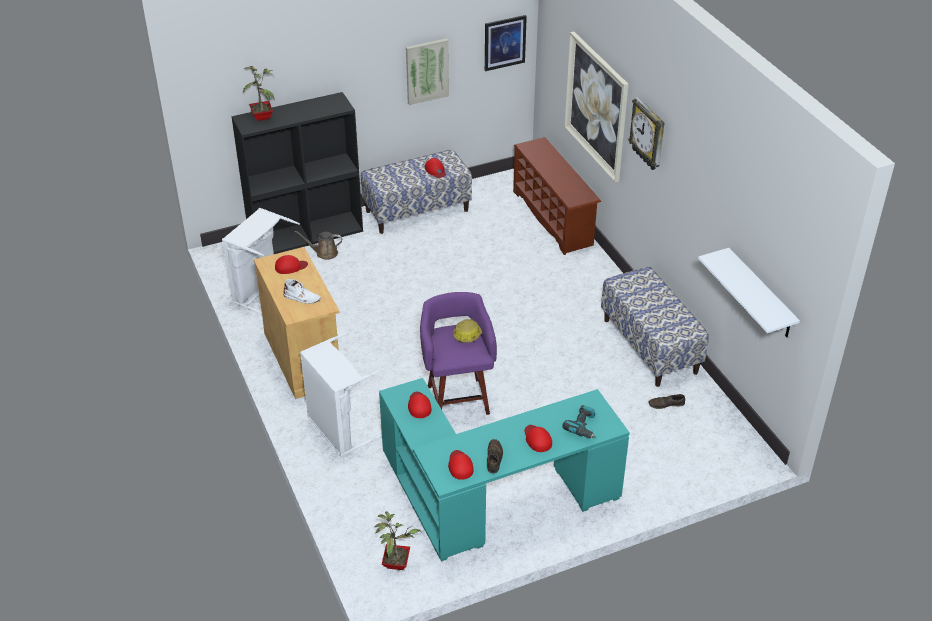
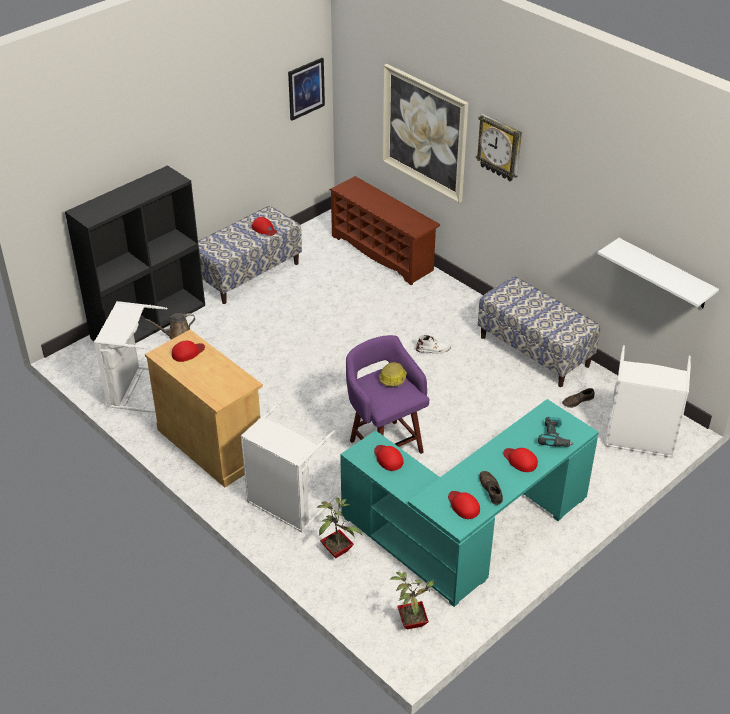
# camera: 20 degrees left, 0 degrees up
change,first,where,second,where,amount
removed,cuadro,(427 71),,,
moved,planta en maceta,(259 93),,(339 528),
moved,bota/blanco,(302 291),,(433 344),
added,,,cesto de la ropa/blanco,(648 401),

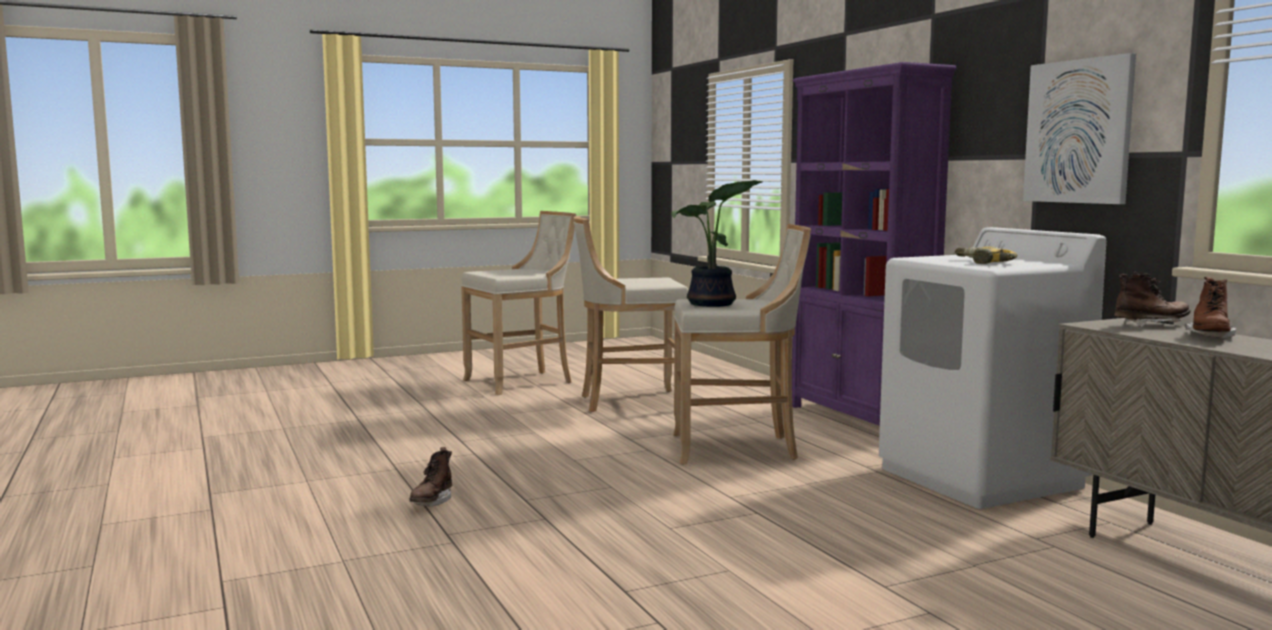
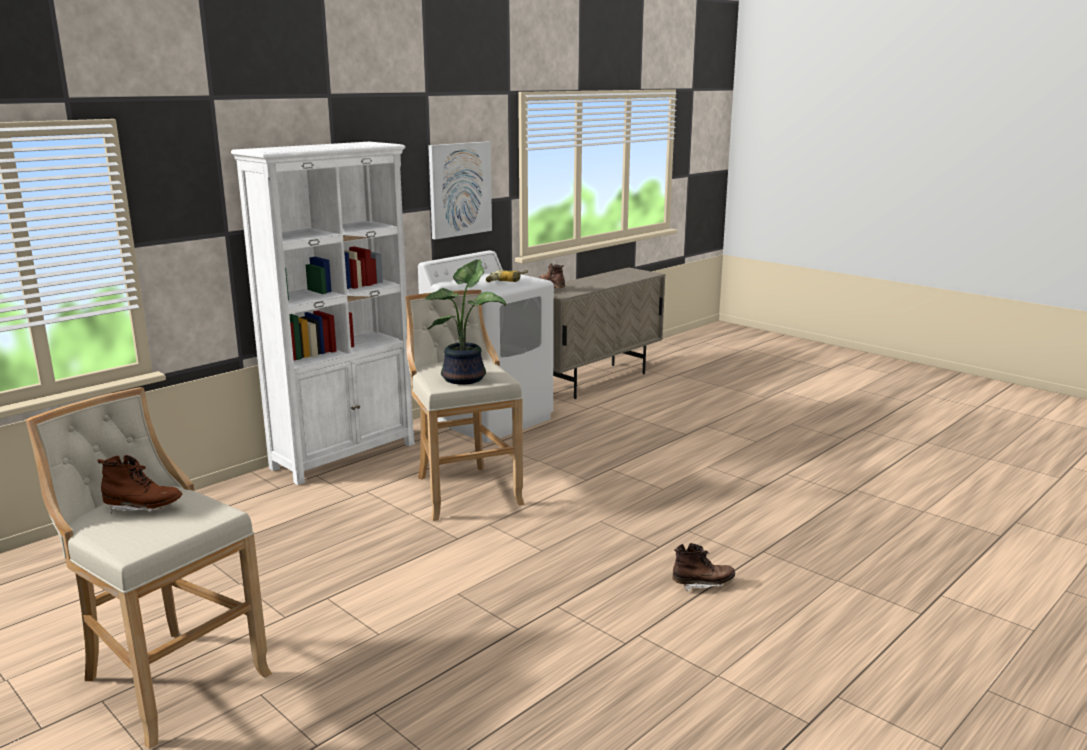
# camera: 110 degrees left, 10 degrees up
change,first,where,second,where,amount
recoloured,estantería/morado,(874 244),estantería/blanco,(323 313),
removed,taburete/beis,(630 314),,,
moved,bota/marrón,(1210 307),,(140 484),

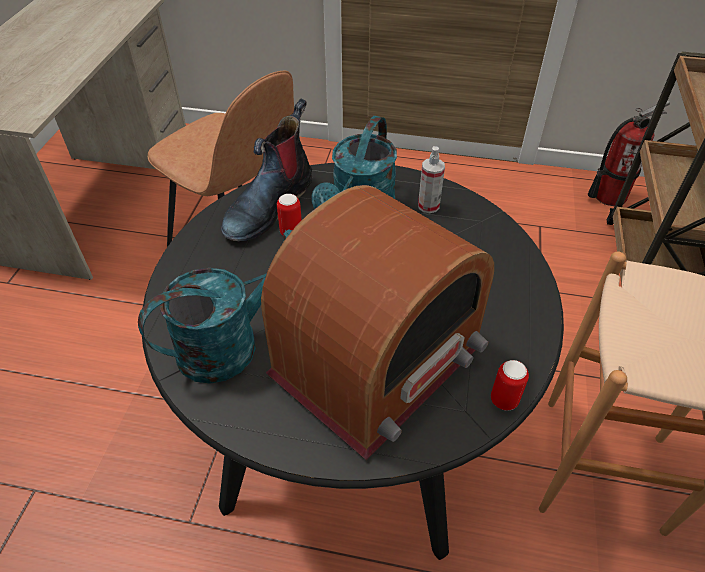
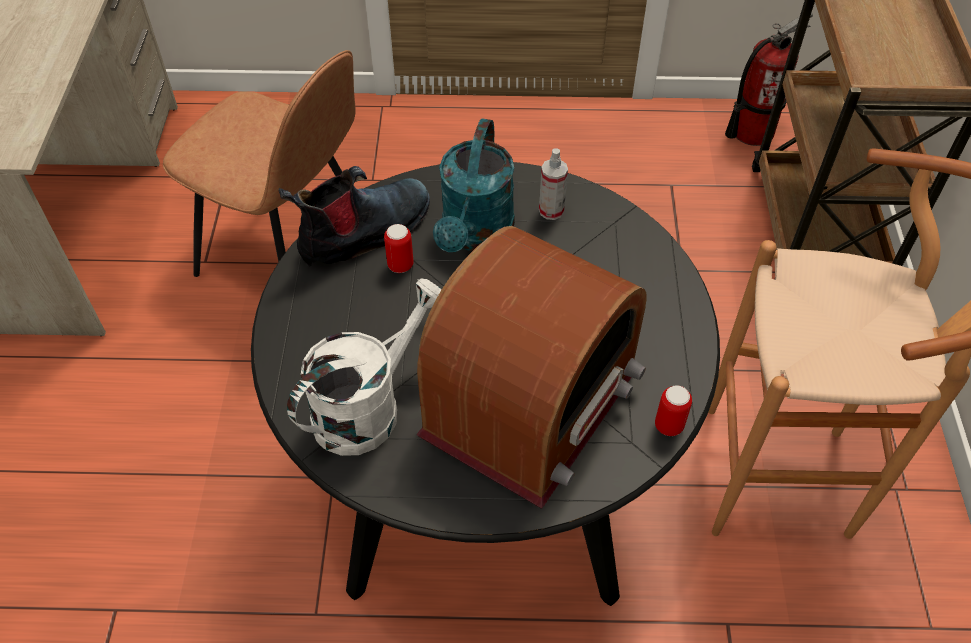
# camera: 10 degrees left, 5 degrees up
change,first,where,second,where,amount
turned,bota,(266 169),,(354 216),150 degrees counterclockwise
recoloured,regadera/turquesa,(215 306),regadera/blanco,(364 367),

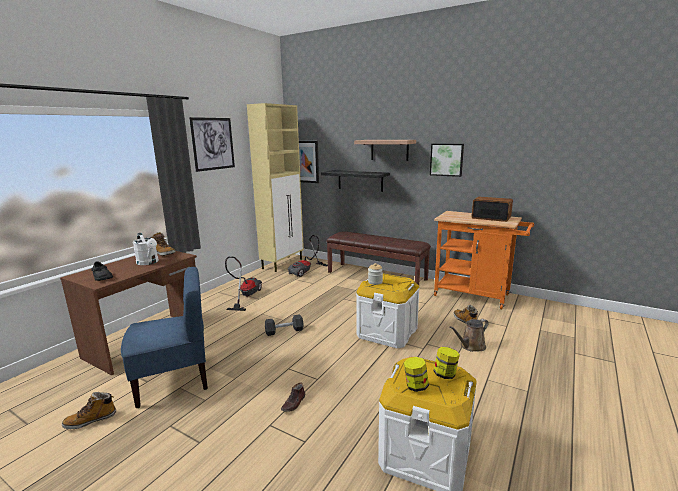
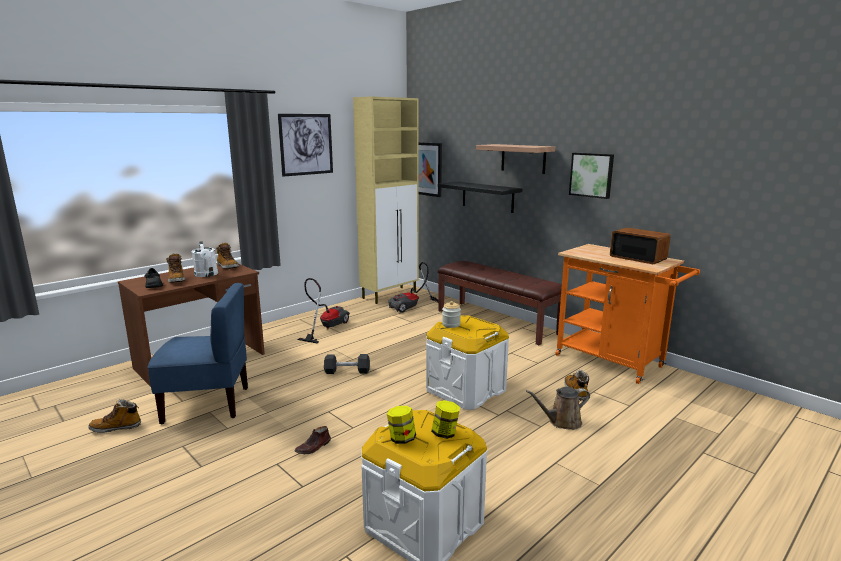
# camera: 15 degrees right, 0 degrees up
change,first,where,second,where,amount
added,,,bota,(175 268),

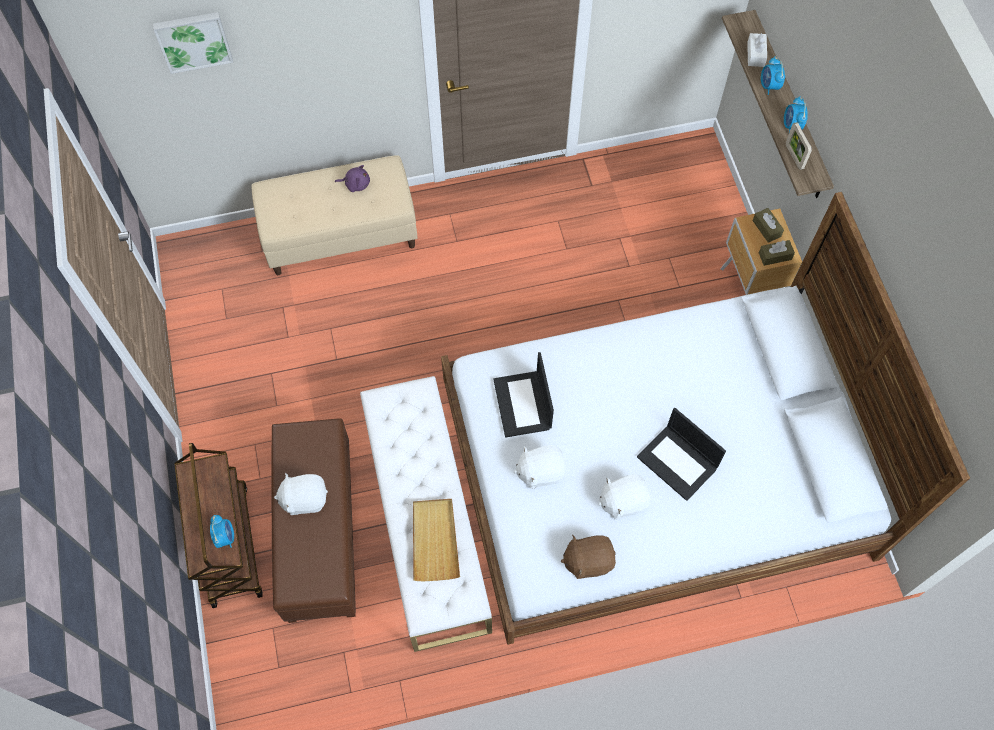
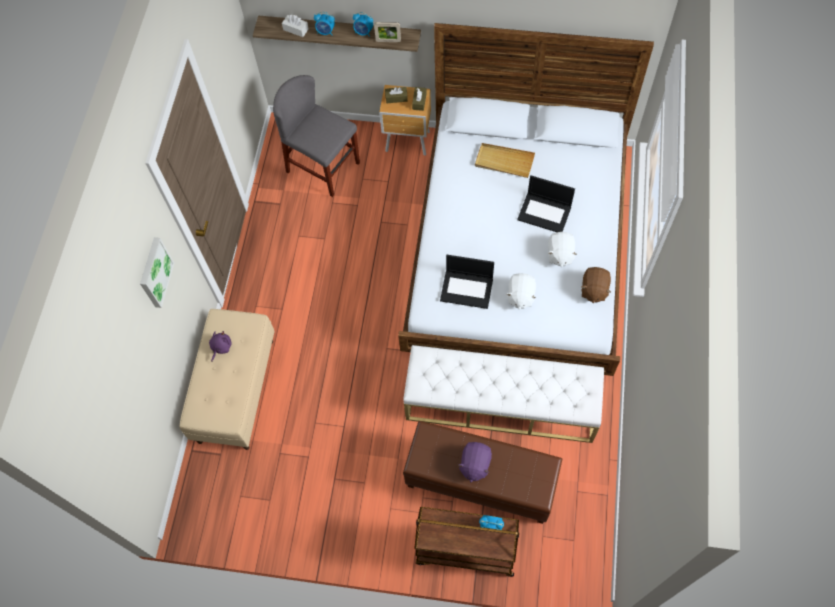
# camera: 65 degrees left, 0 degrees up
change,first,where,second,where,amount
moved,cuadro,(193 43),,(157 272),
turned,portátil,(681 454),,(546 203),45 degrees clockwise
recoloured,peluche/blanco,(301 494),peluche/morado,(475 462),
moved,bandeja/beis,(436 540),,(505 160),
added,,,silla/gris,(316 136),

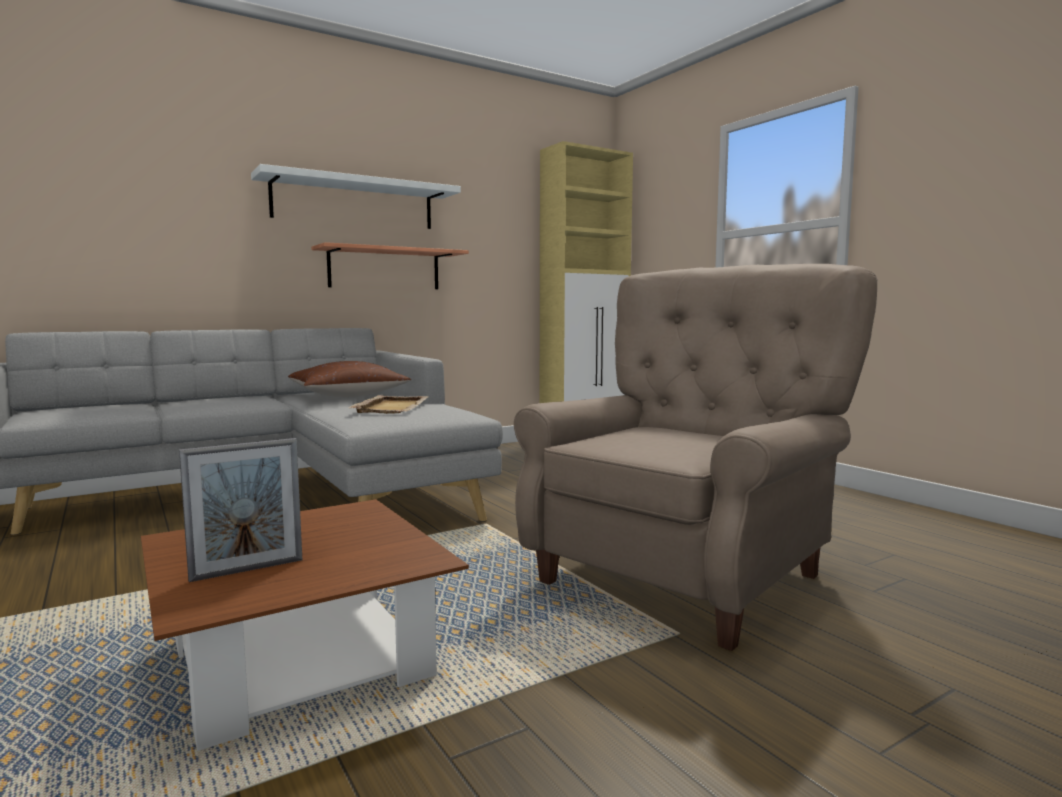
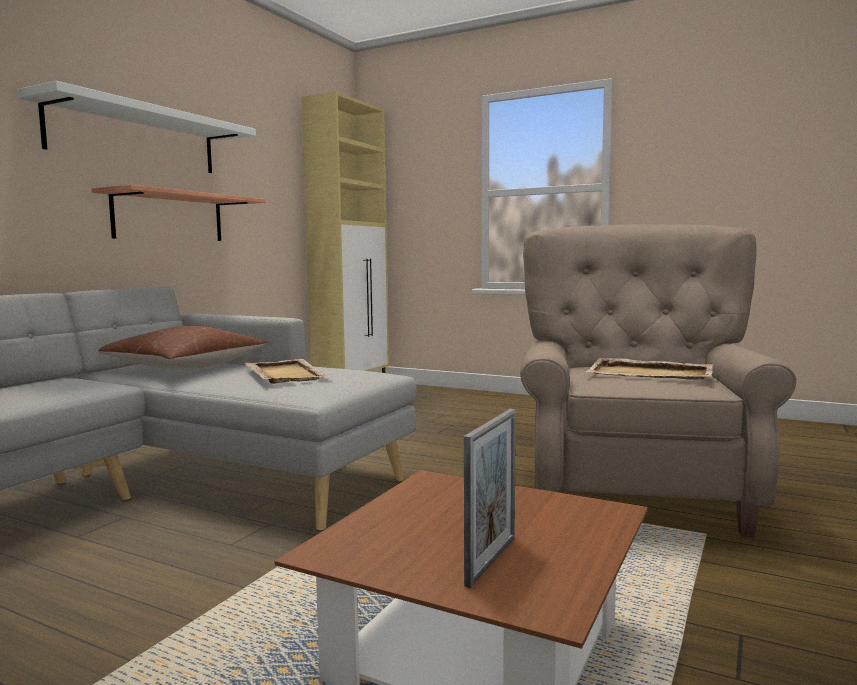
# camera: 30 degrees left, 0 degrees up
change,first,where,second,where,amount
added,,,bandeja/beis,(649 369),

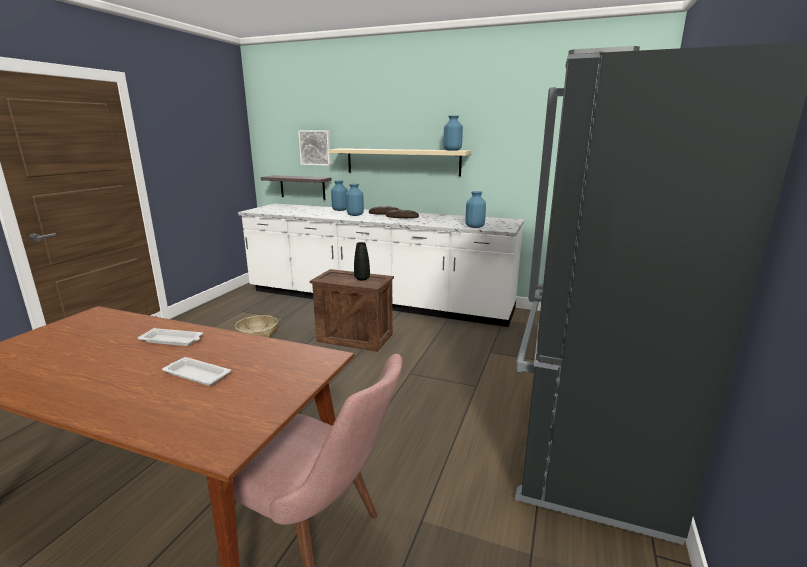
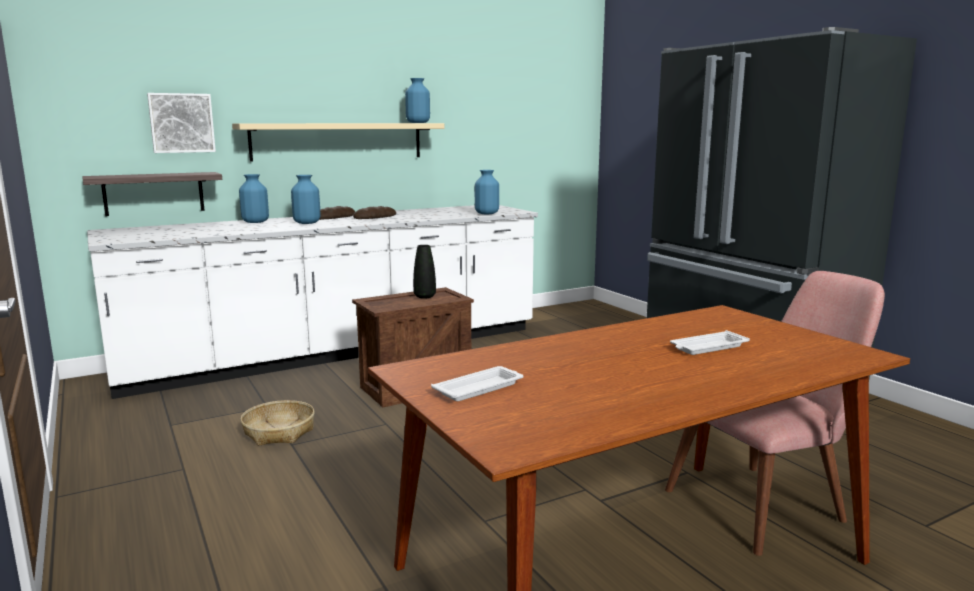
# camera: 50 degrees left, 5 degrees down
change,first,where,second,where,amount
moved,bandeja/blanco,(170 337),,(477 383),

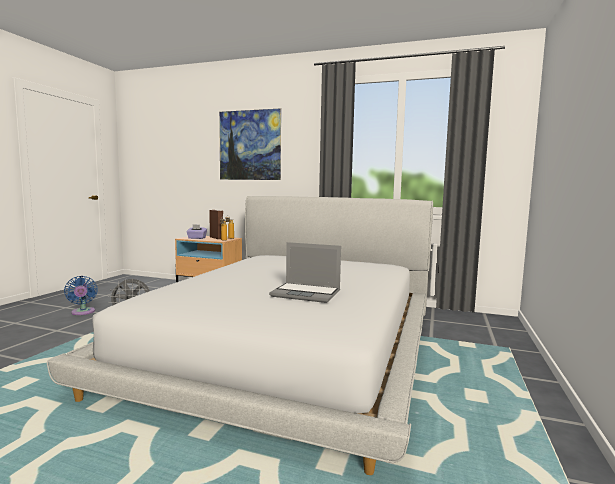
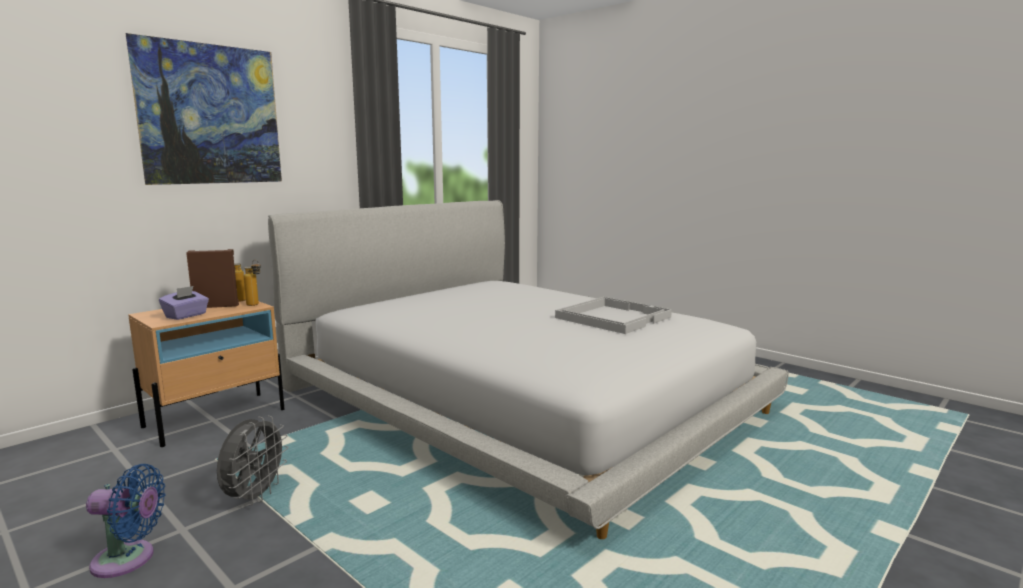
# camera: 65 degrees left, 5 degrees up
change,first,where,second,where,amount
replaced,portátil,(305 272),bandeja/blanco,(613 315),

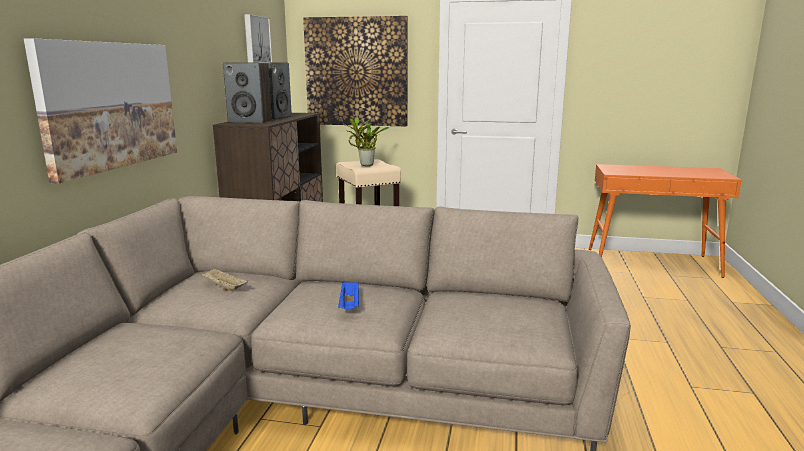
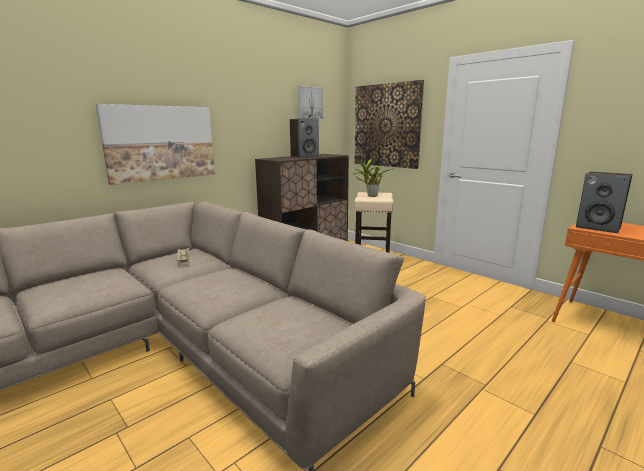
# camera: 35 degrees right, 0 degrees up
change,first,where,second,where,amount
moved,altavoz,(247 93),,(604 202),
removed,bandeja/azul,(348 295),,,

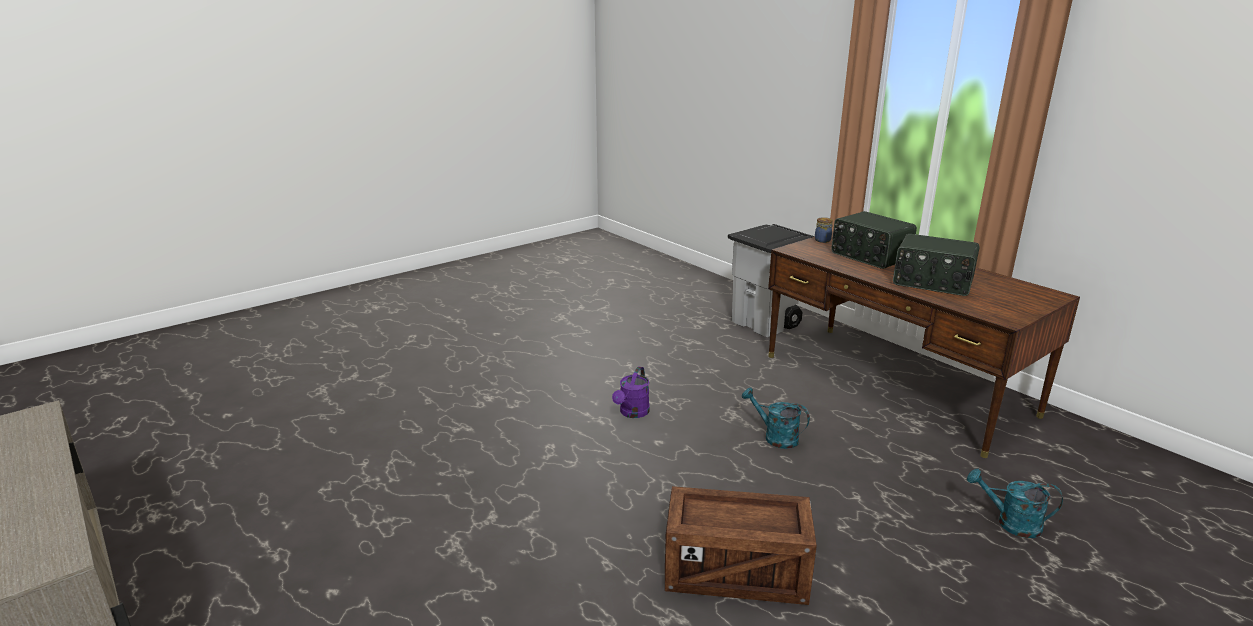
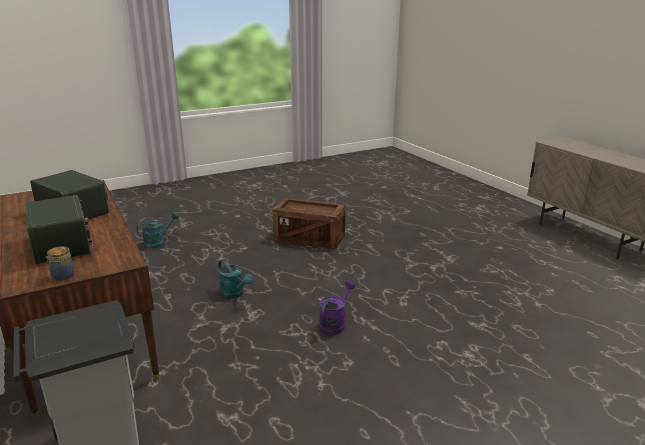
# camera: 170 degrees left, 0 degrees up
change,first,where,second,where,amount
turned,regadera/turquesa,(1015 503),,(157 230),75 degrees counterclockwise

